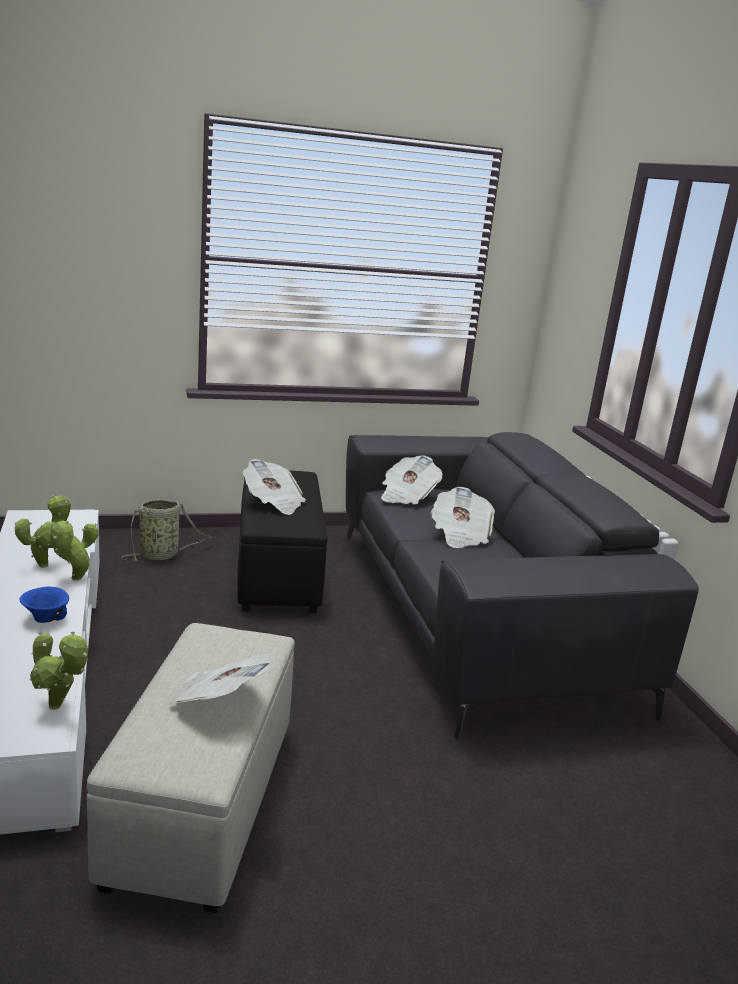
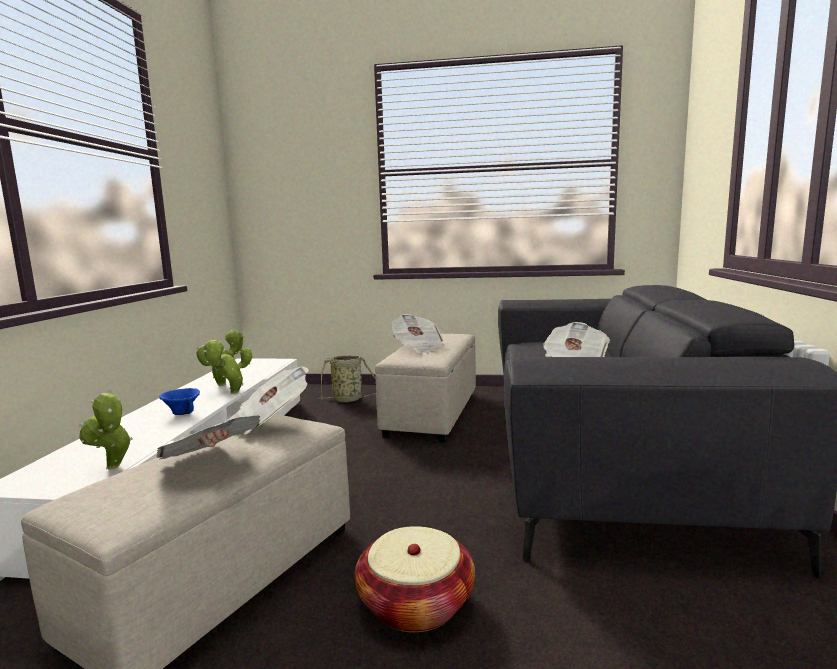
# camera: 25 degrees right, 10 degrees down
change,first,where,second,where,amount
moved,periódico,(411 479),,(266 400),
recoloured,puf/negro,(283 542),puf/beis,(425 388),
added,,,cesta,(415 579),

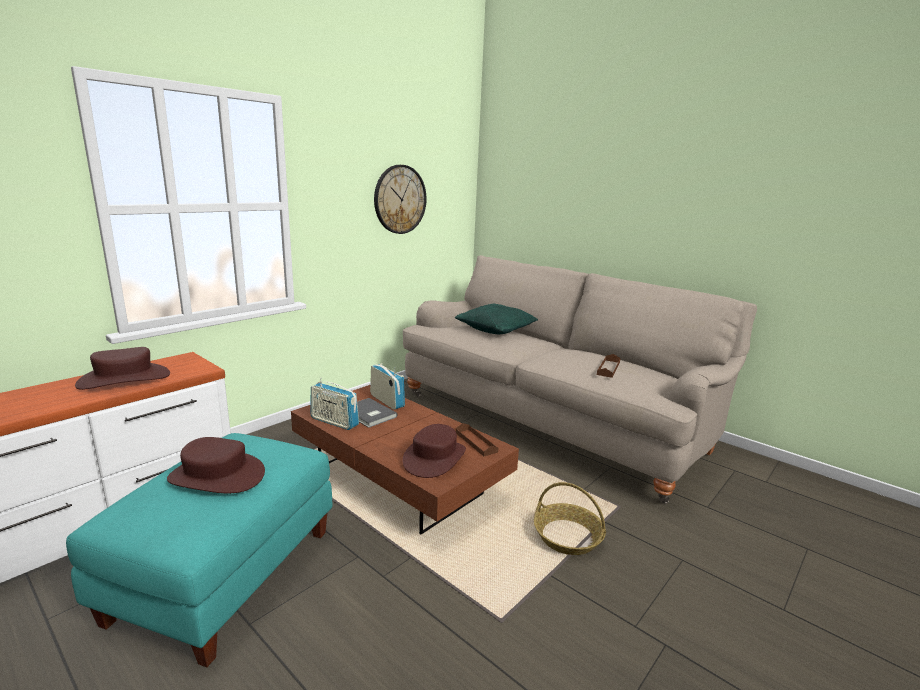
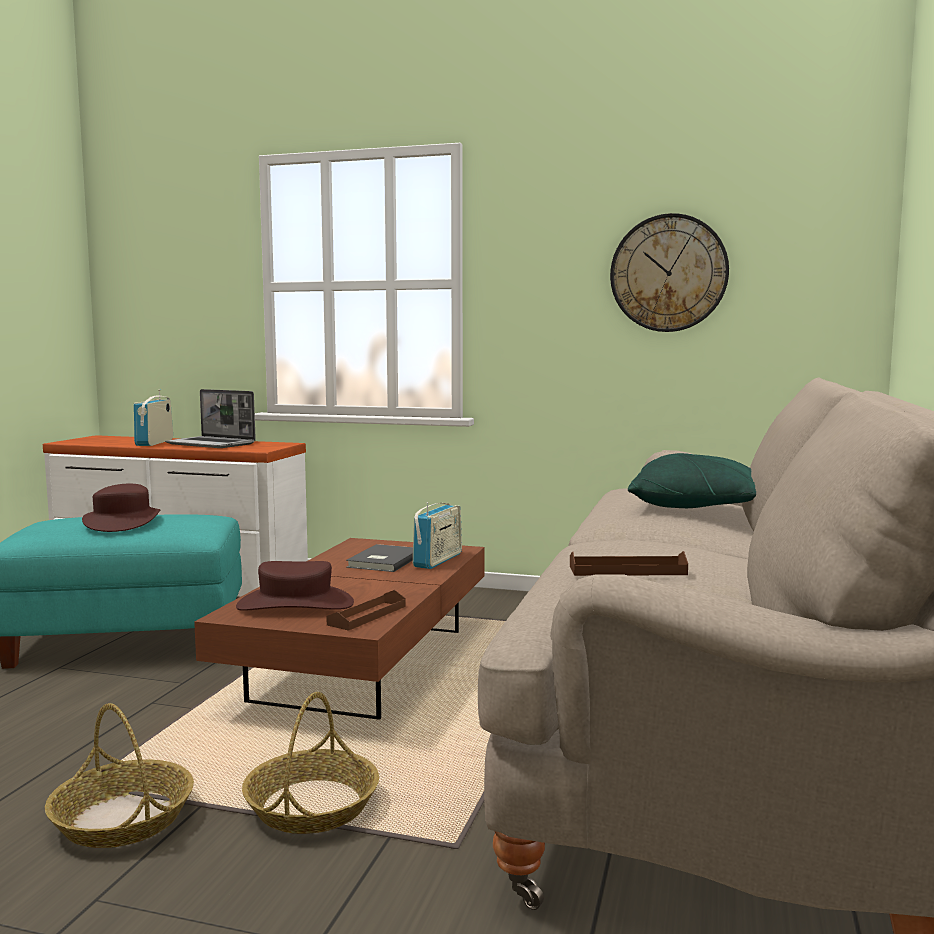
# camera: 65 degrees right, 10 degrees down
change,first,where,second,where,amount
replaced,sombrero/marrón,(122 368),portátil,(210 418),
moved,radio,(334 403),,(153 418),
added,,,cesta,(119 775),

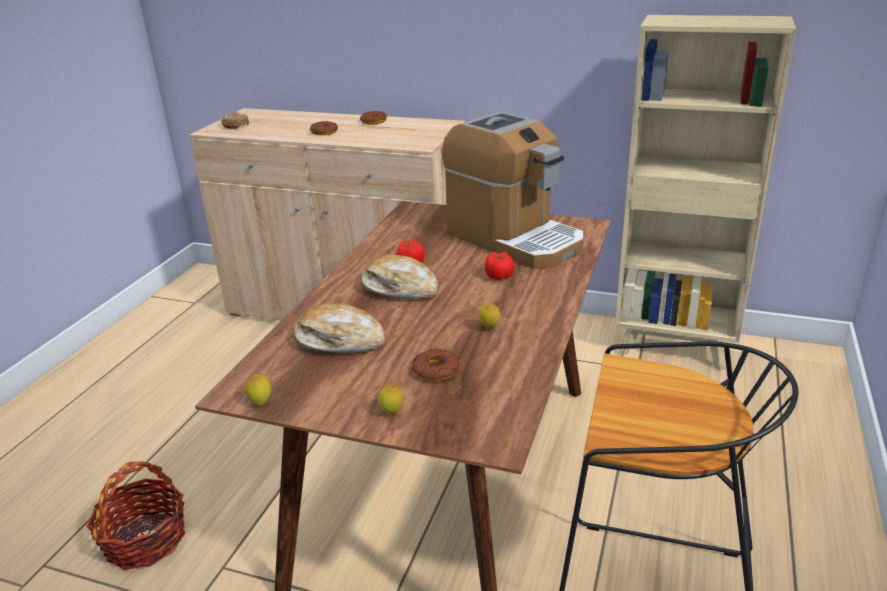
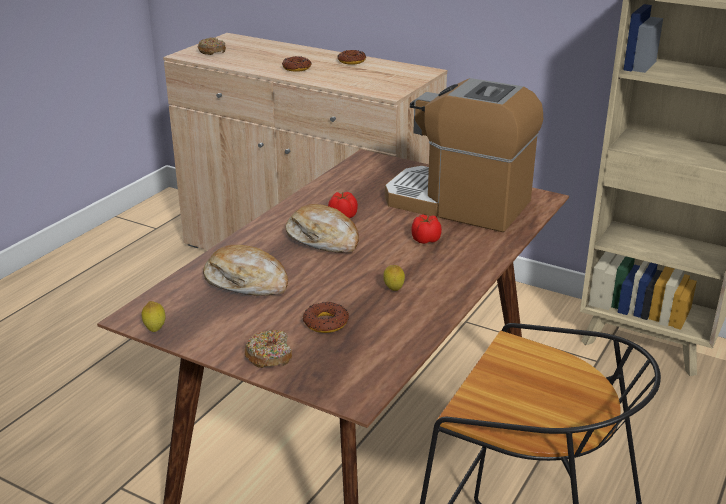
# camera: 10 degrees right, 0 degrees up
change,first,where,second,where,amount
turned,cafetera,(513 190),,(464 155),150 degrees clockwise
replaced,limón,(390 399),rosquilla,(268 349),
removed,cesta,(135 515),,,

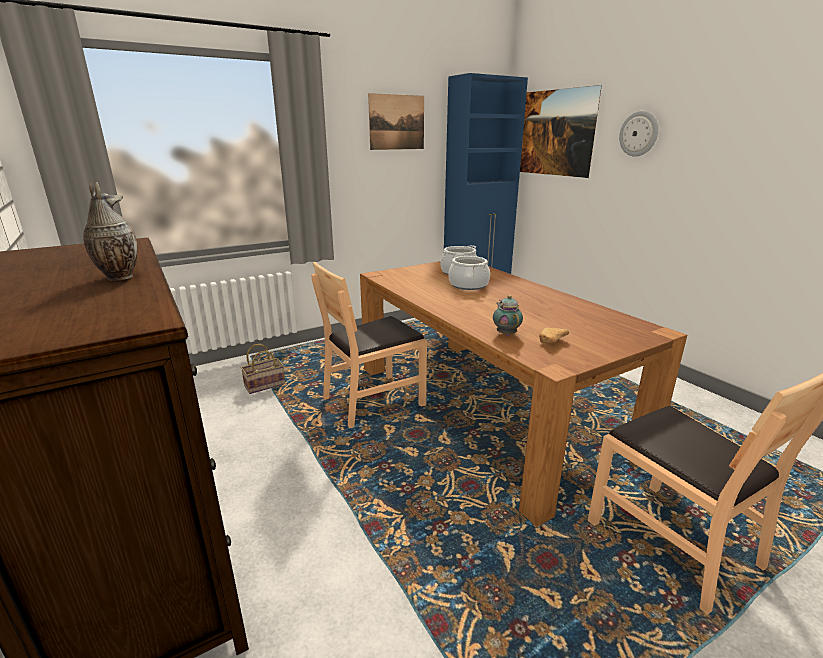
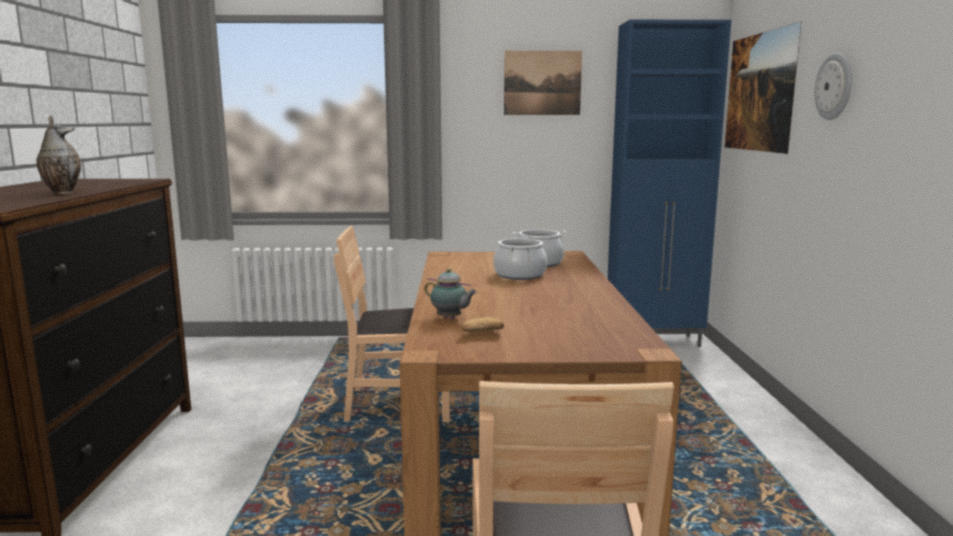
# camera: 30 degrees right, 10 degrees down
change,first,where,second,where,amount
turned,tetera,(508 315),,(450 293),105 degrees clockwise
removed,cesta,(263 369),,,

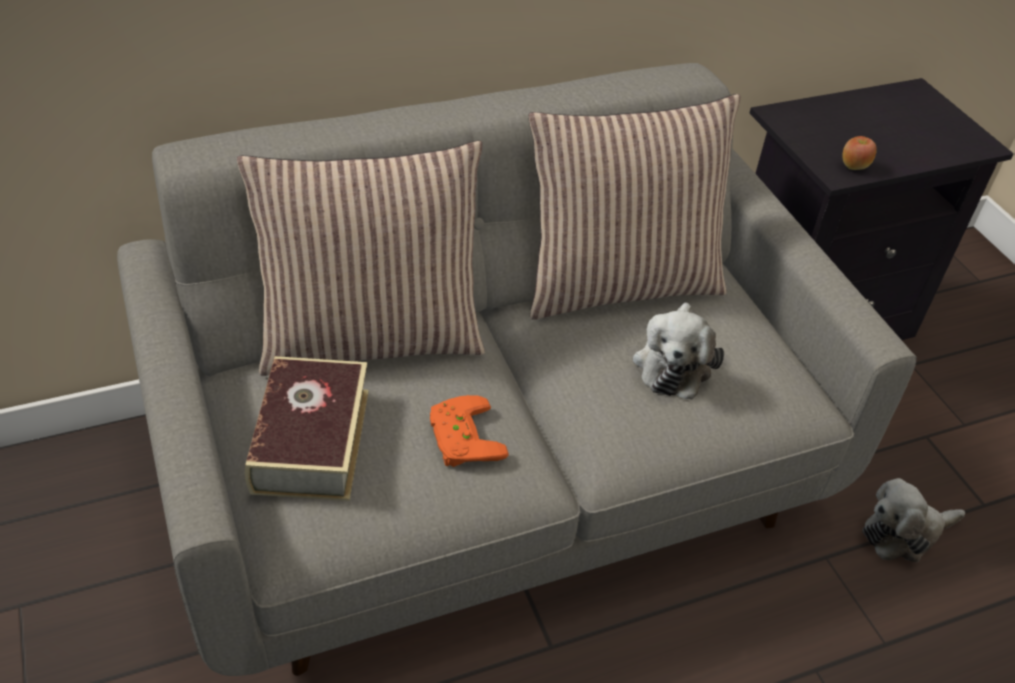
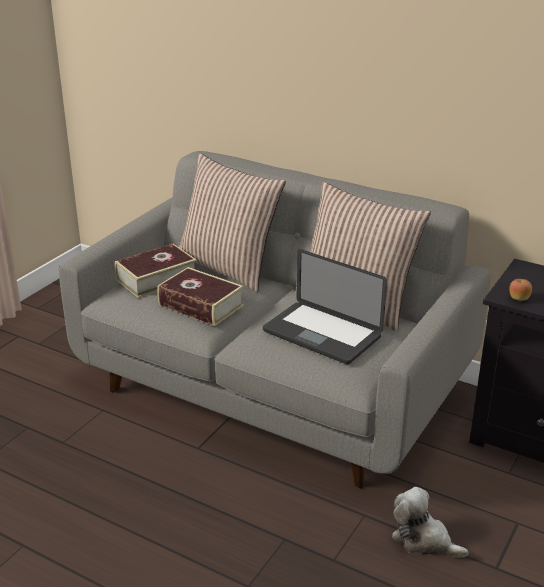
# camera: 55 degrees right, 15 degrees down
change,first,where,second,where,amount
replaced,peluche,(678 351),portátil,(325 306),
replaced,mando de consola/naranja,(469 431),libro,(200 296),

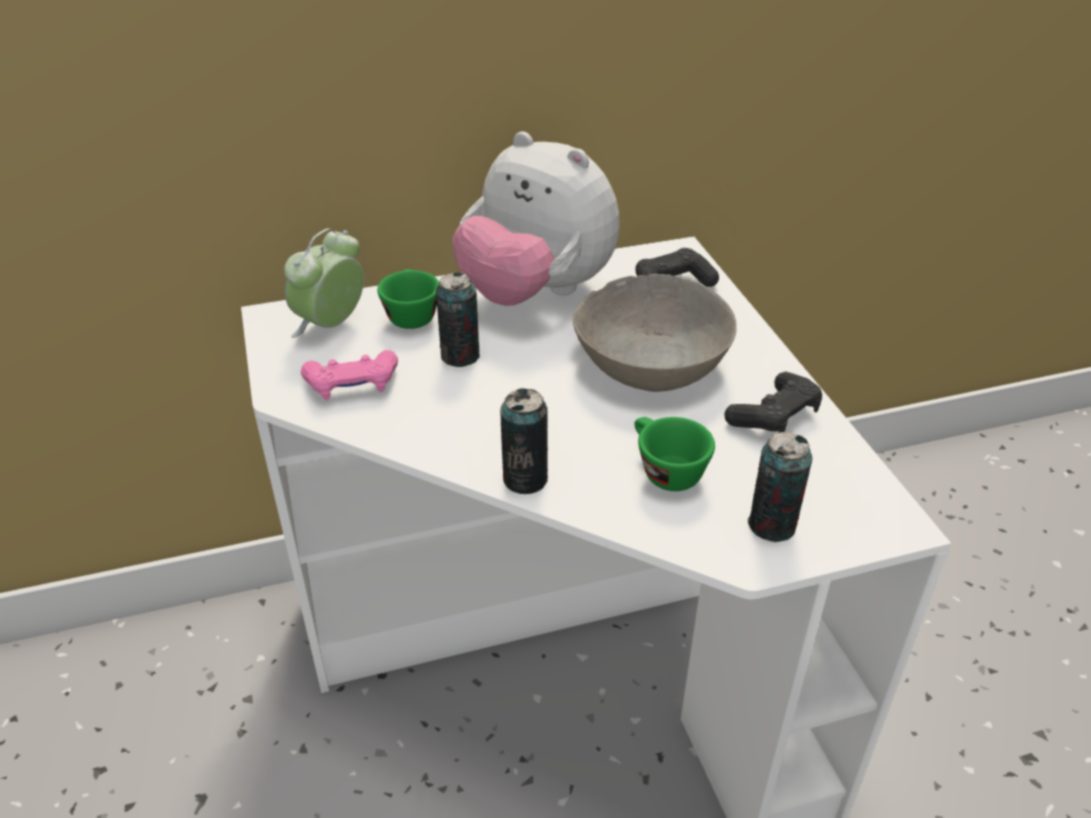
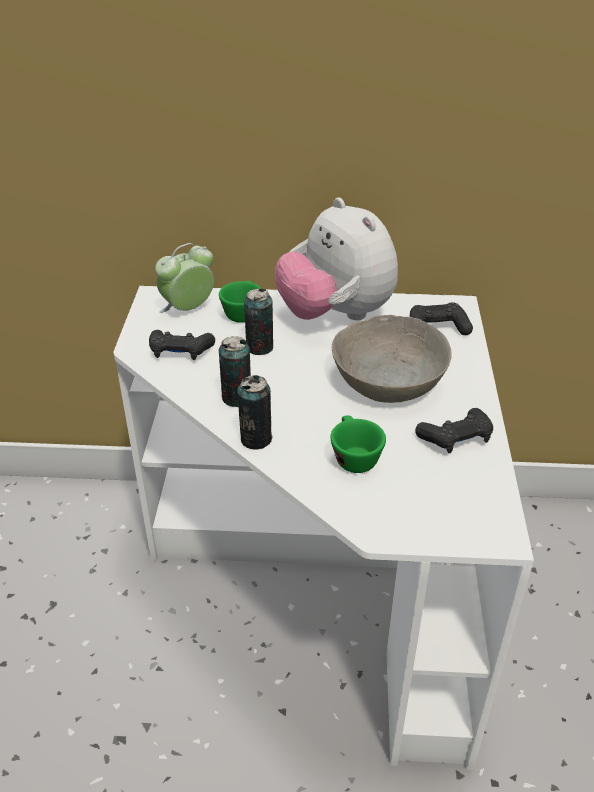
# camera: 20 degrees right, 0 degrees up
change,first,where,second,where,amount
recoloured,mando de consola/rosa,(349 375),mando de consola/negro,(182 345),
moved,lata,(780 487),,(234 371),

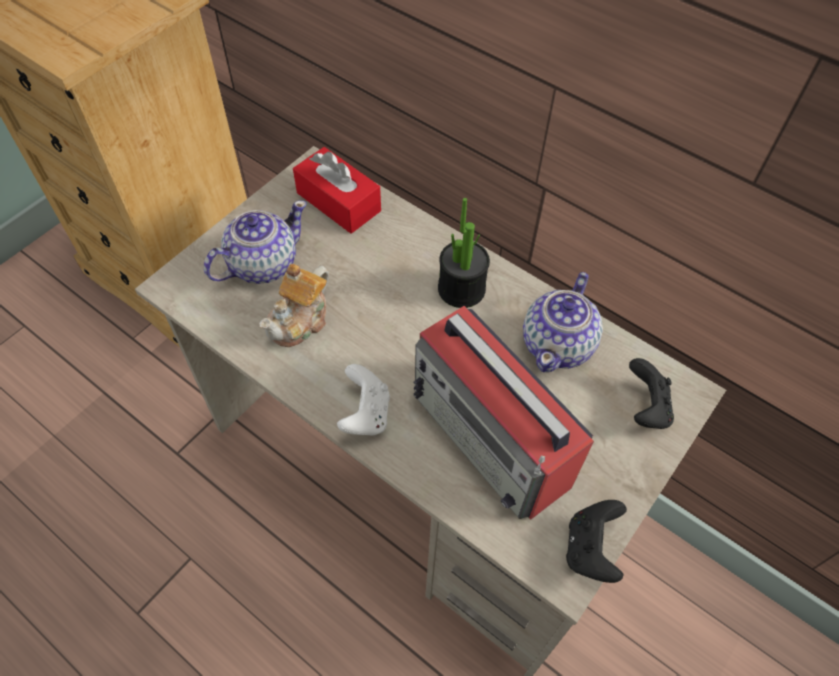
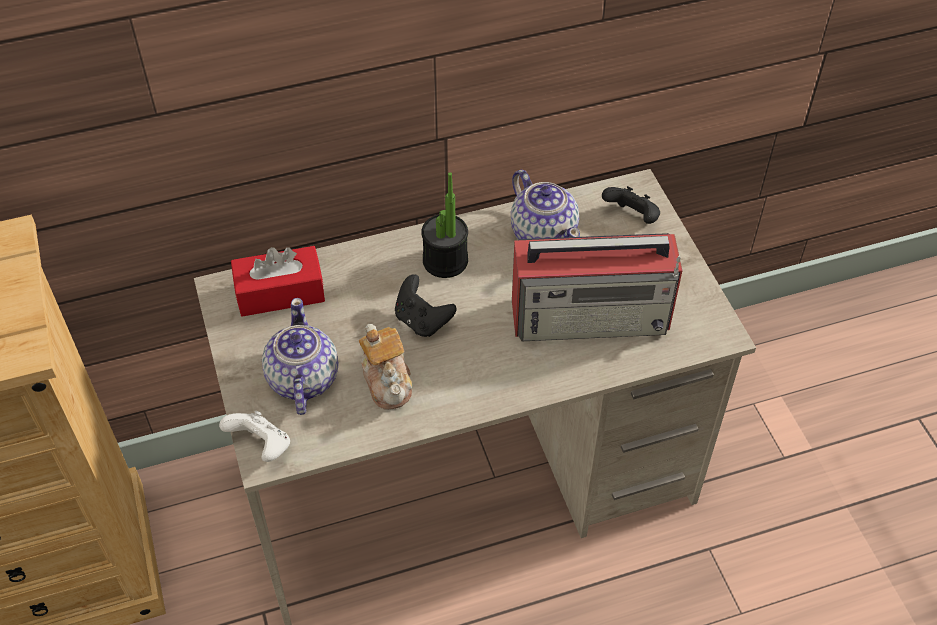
# camera: 55 degrees left, 5 degrees down
change,first,where,second,where,amount
moved,mando de consola/blanco,(363 399),,(254 436),
moved,mando de consola/negro,(596 541),,(426 305),

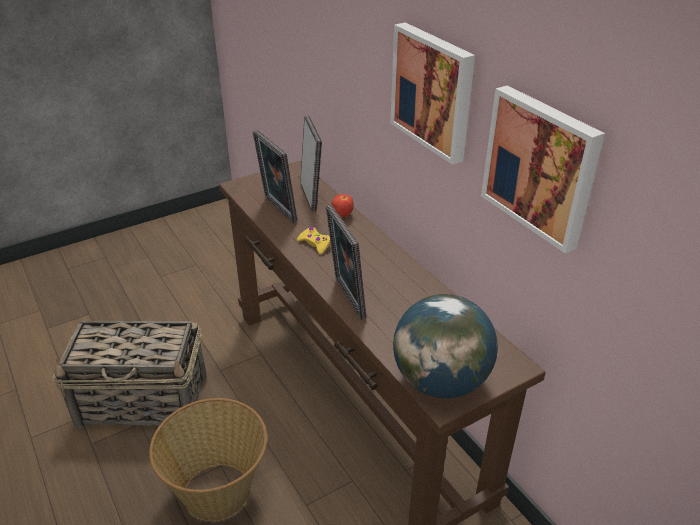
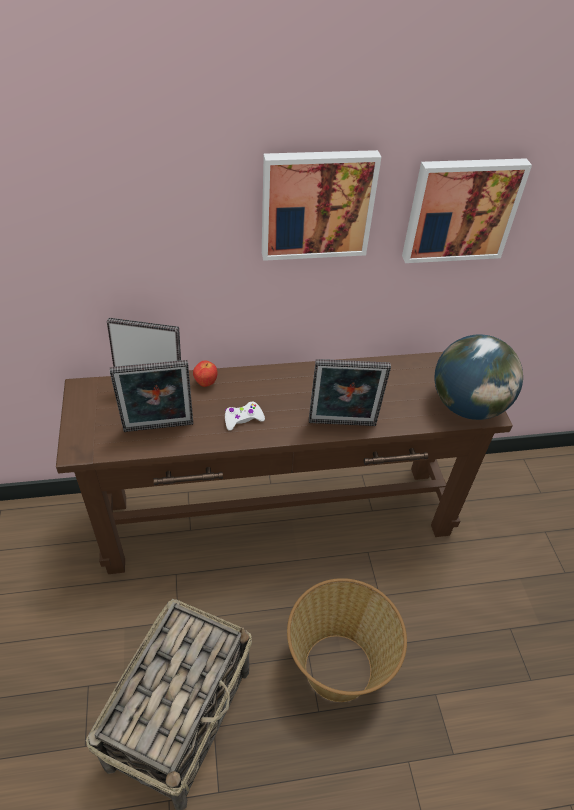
# camera: 70 degrees left, 10 degrees up
change,first,where,second,where,amount
recoloured,mando de consola/amarillo,(314 240),mando de consola/blanco,(245 416),

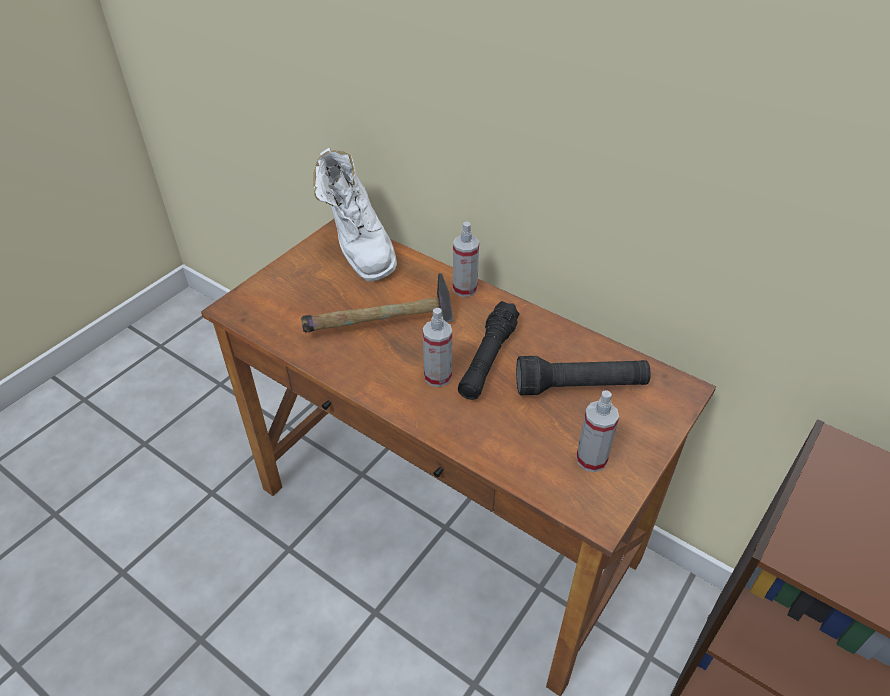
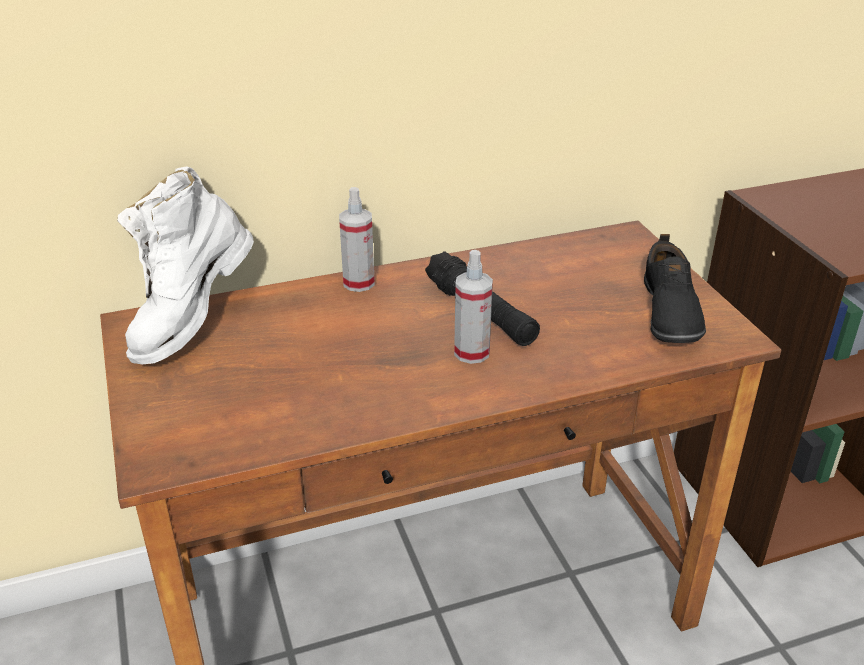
# camera: 55 degrees left, 10 degrees down
change,first,where,second,where,amount
turned,bota/blanco,(355 215),,(185 265),105 degrees clockwise
removed,martillo,(377 303),,,
removed,linterna/negro,(583 375),,,
replaced,pulverizador,(597 431),zapato/negro,(675 288),

